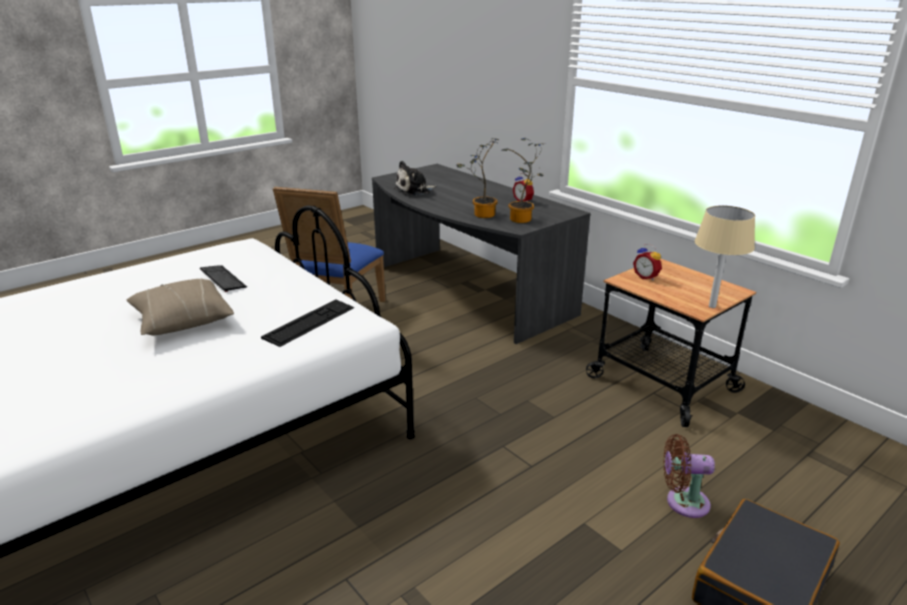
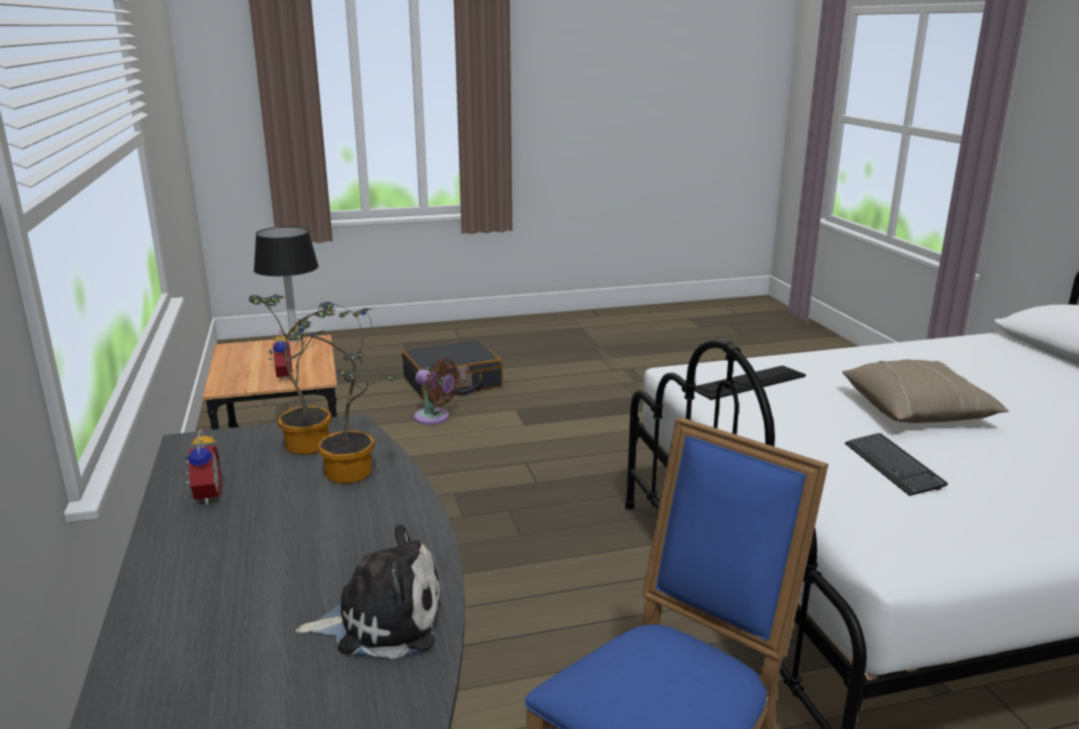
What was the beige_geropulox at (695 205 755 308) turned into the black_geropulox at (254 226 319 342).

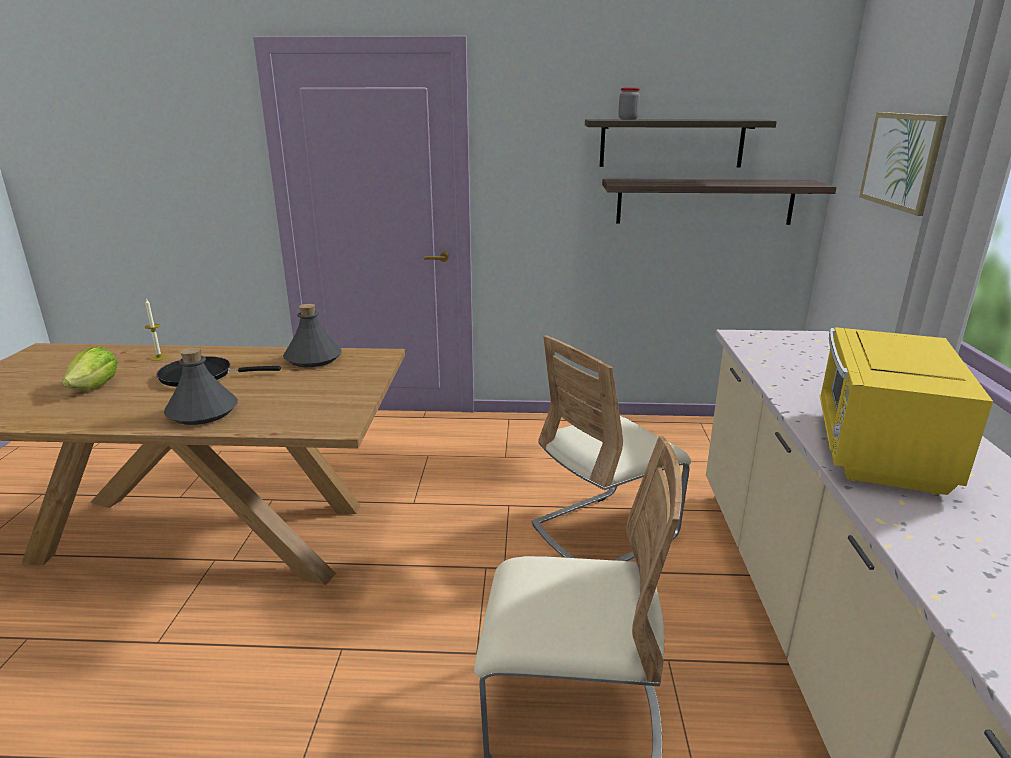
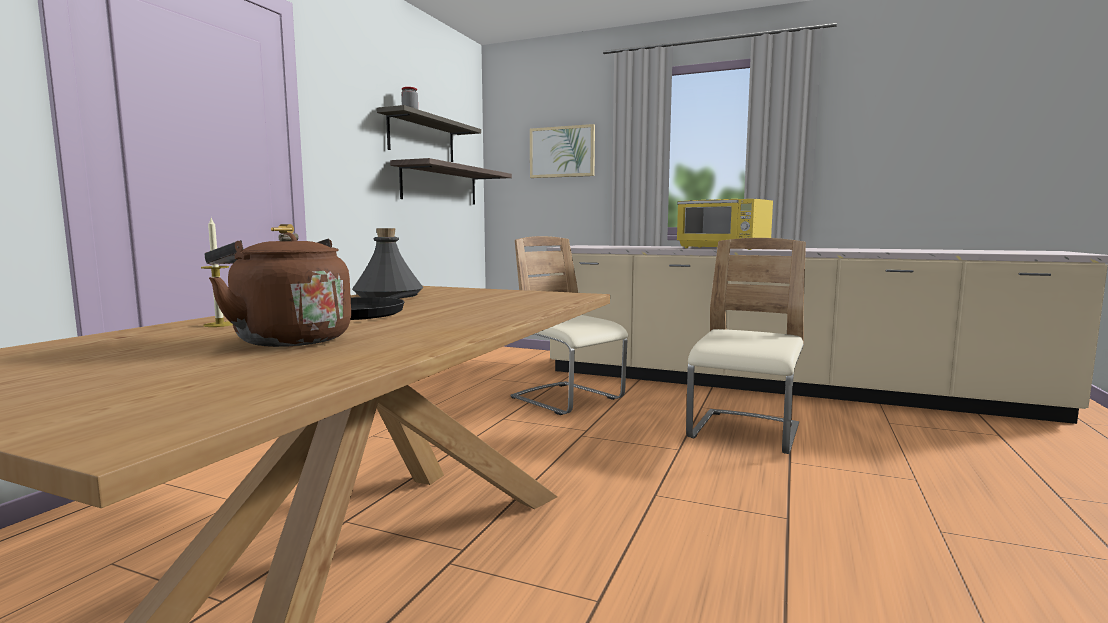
Where the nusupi stood at (62 347 118 390), the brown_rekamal came to stand at (205 232 351 347).
The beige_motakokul at (531 335 691 561) ended up facing another way, 150 degrees clockwise from before.
The second view lost the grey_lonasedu at (164 347 238 425).

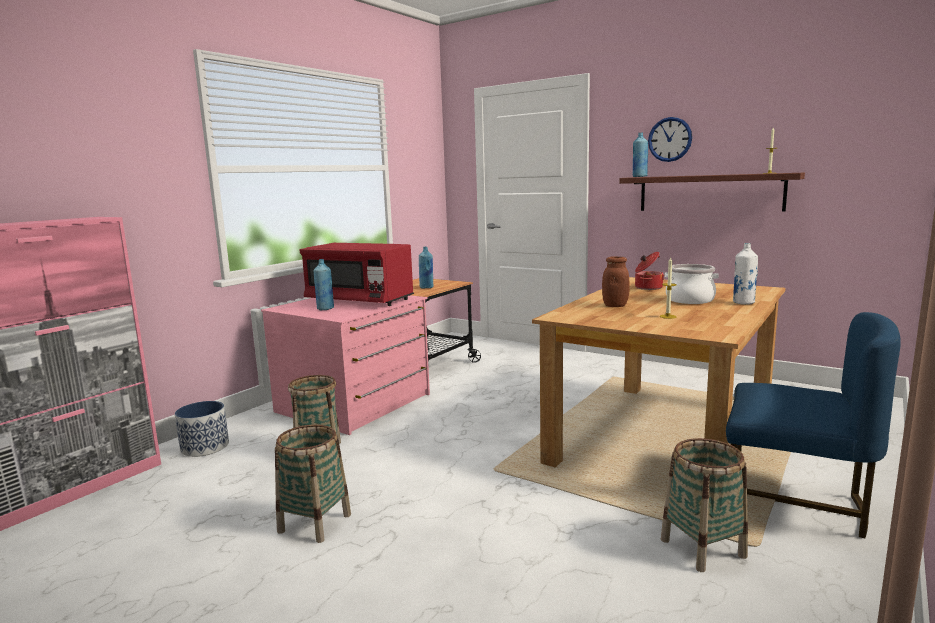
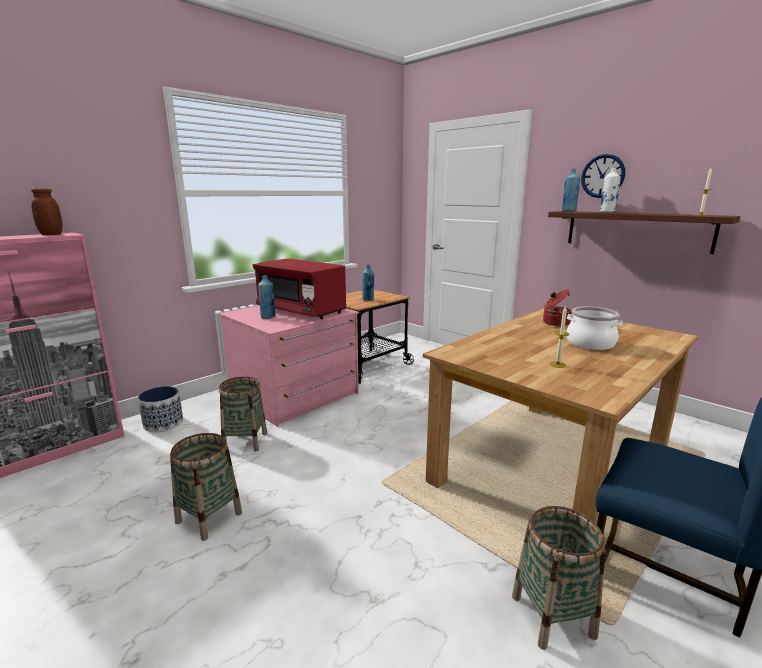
The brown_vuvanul ended up elsewhere, having gone from (602 257 630 307) to (31 188 63 235).
The white_lonasedu ended up elsewhere, having gone from (733 243 758 305) to (600 167 621 212).

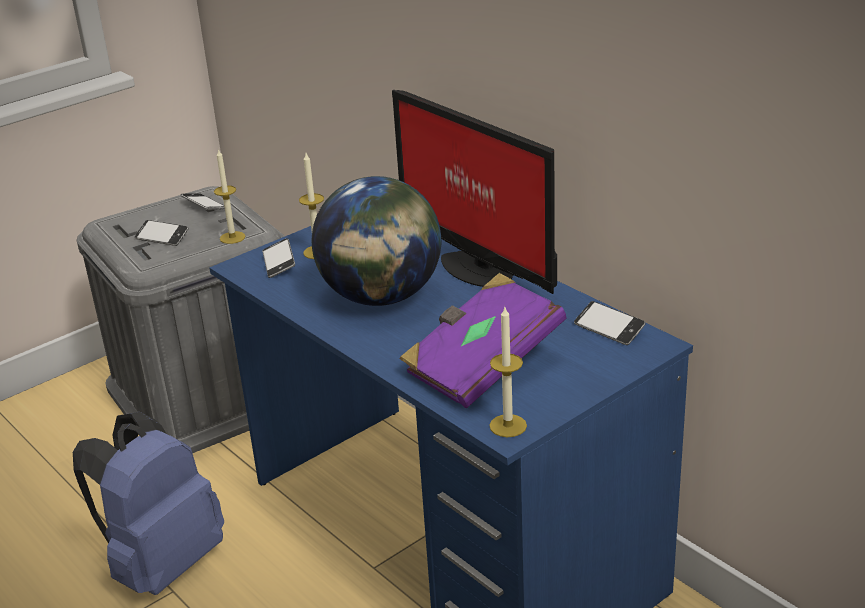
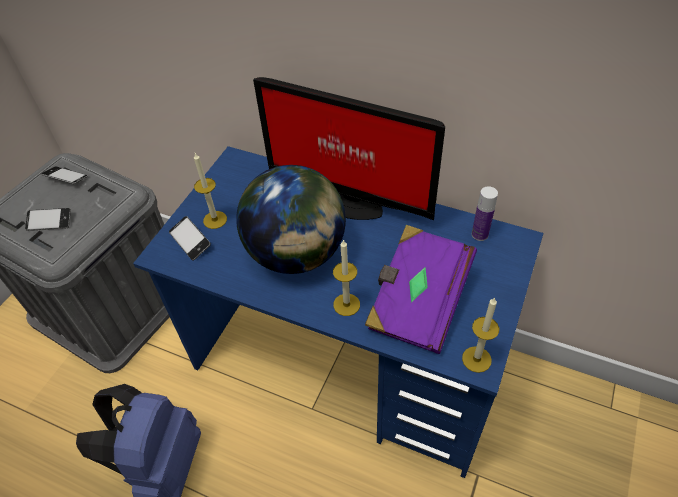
The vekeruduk ended up elsewhere, having gone from (214 148 246 244) to (333 239 360 316).
Where the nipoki stood at (574 301 646 345), the lonasedu came to stand at (472 186 498 241).

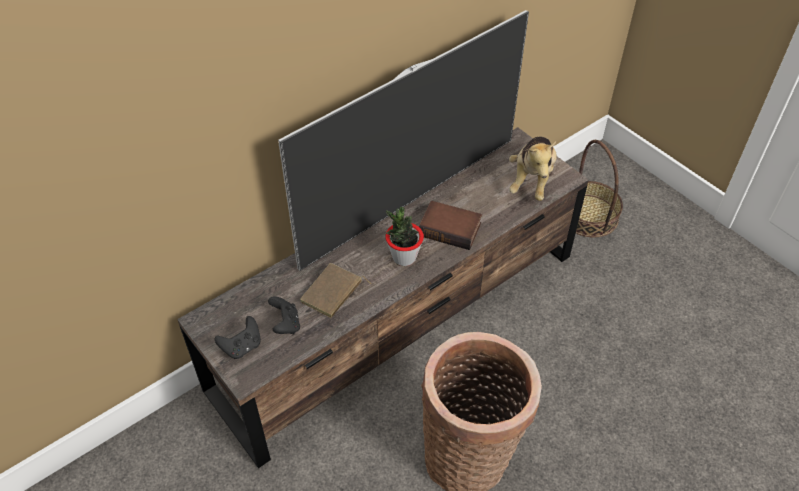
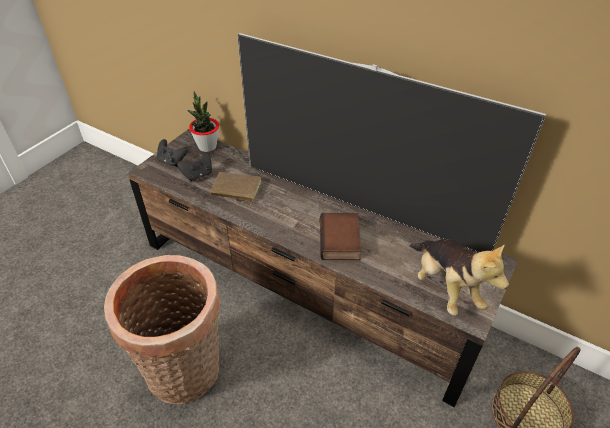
The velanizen ended up elsewhere, having gone from (385 206 424 266) to (187 92 219 152).
The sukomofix at (509 137 557 201) ended up facing another way, 105 degrees counterclockwise from before.

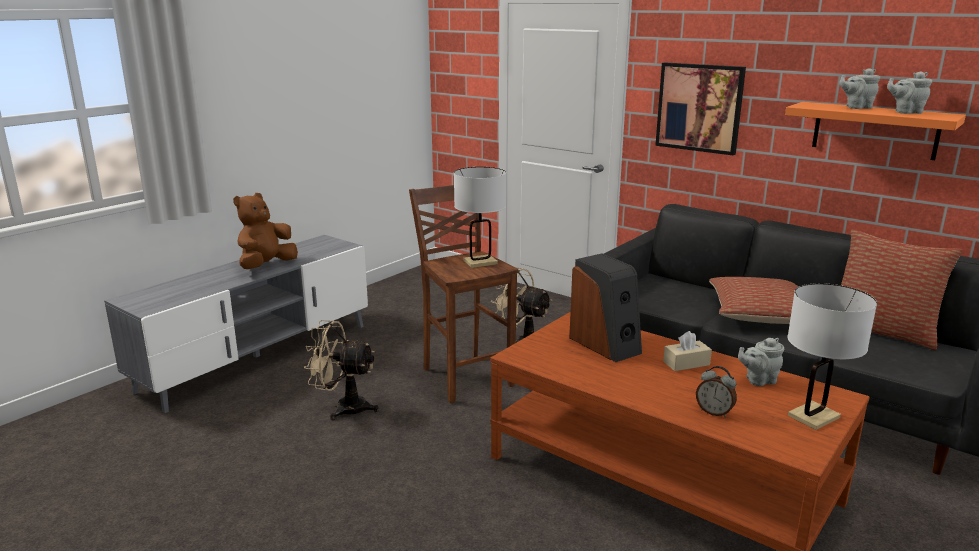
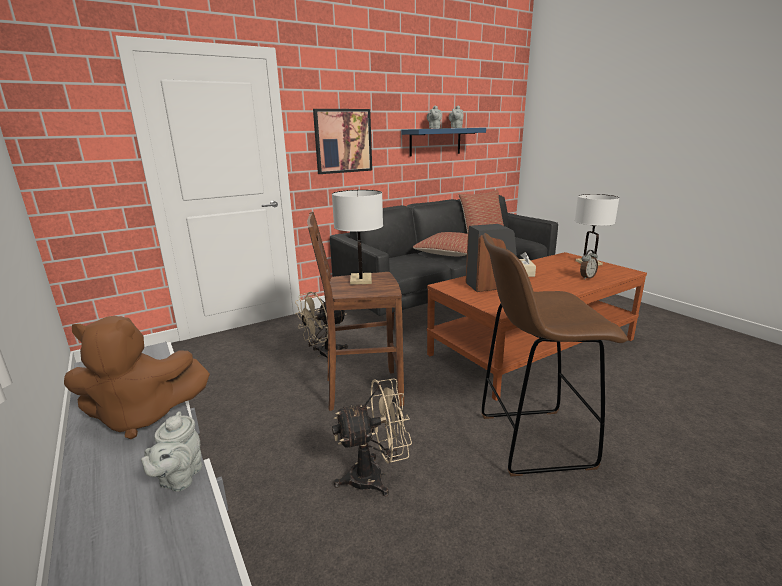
The brown_sukomofix at (233 193 298 269) ended up facing another way, 60 degrees counterclockwise from before.
The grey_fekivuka ended up elsewhere, having gone from (738 338 784 386) to (141 411 202 492).
The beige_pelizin at (304 320 379 420) ended up facing another way, 135 degrees counterclockwise from before.
What was the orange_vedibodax at (785 102 966 160) turned into the blue_vedibodax at (401 128 486 157).
The second view gained the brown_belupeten at (481 233 628 476).

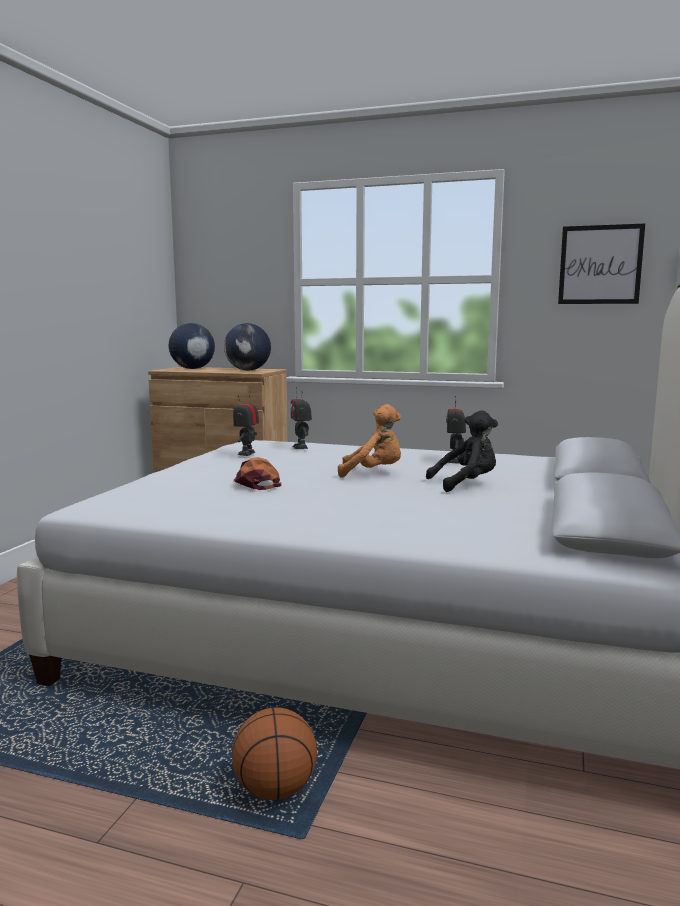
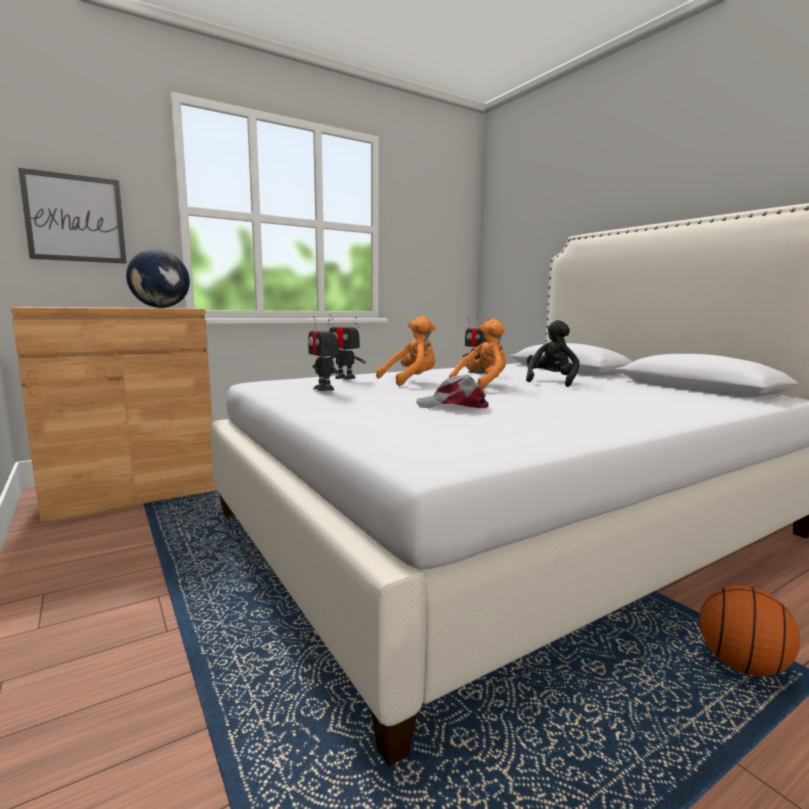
The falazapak ended up elsewhere, having gone from (558 224 645 304) to (18 168 127 264).
The second view gained the orange_sukomofix at (376 316 436 386).
What was the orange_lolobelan at (233 457 282 490) turned into the grey_lolobelan at (416 374 489 408).
The second view lost the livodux at (169 323 215 369).

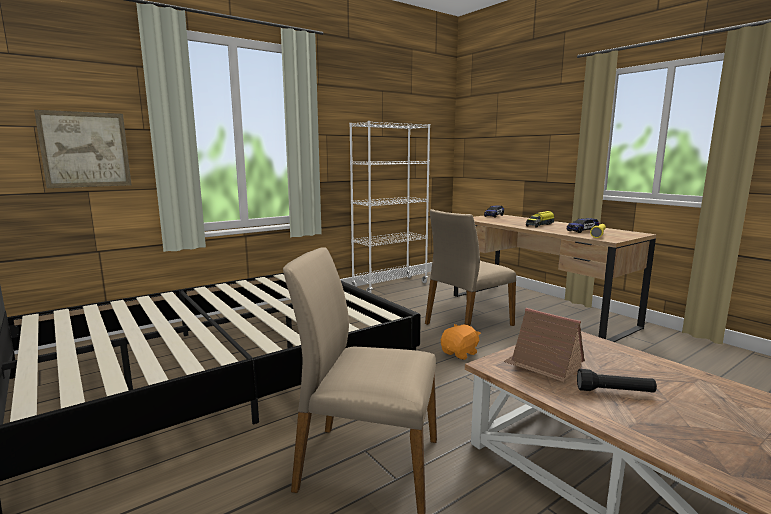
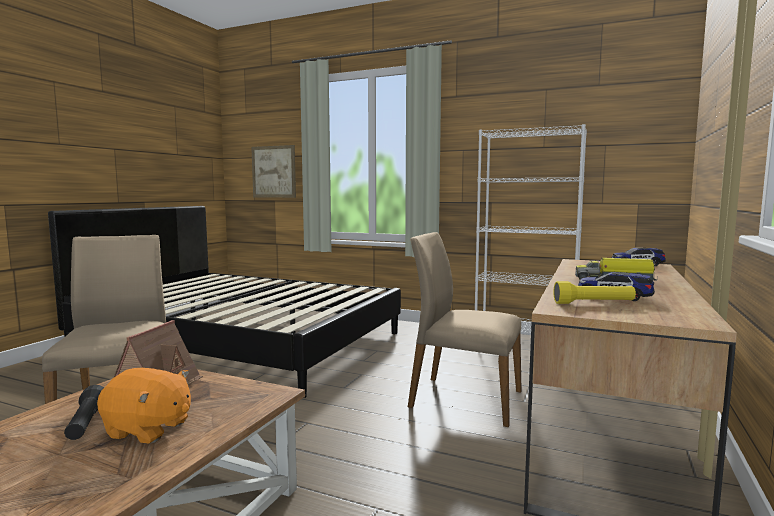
The orange_sukomofix ended up elsewhere, having gone from (441 324 481 360) to (97 368 191 444).

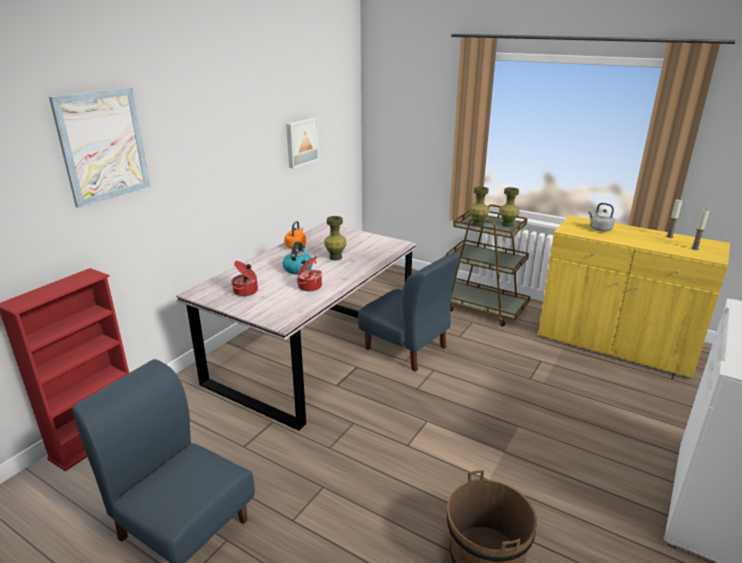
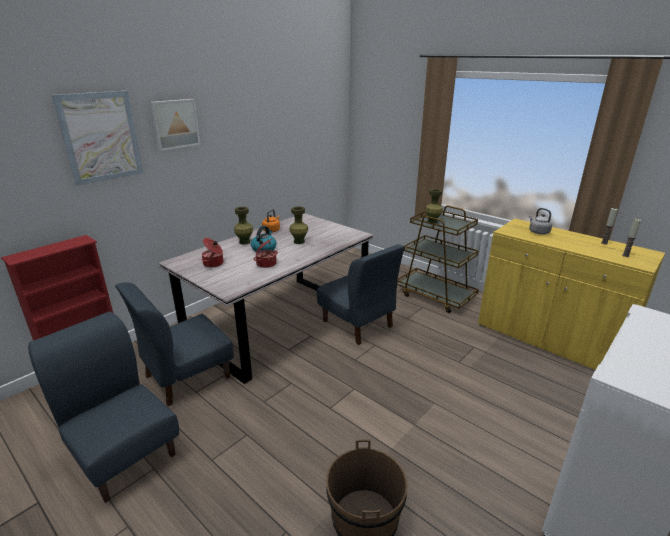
The second view gained the blue_motakokul at (115 283 234 406).
The falazapak ended up elsewhere, having gone from (286 118 319 168) to (150 99 200 151).
The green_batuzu ended up elsewhere, having gone from (499 187 519 227) to (234 207 253 244).

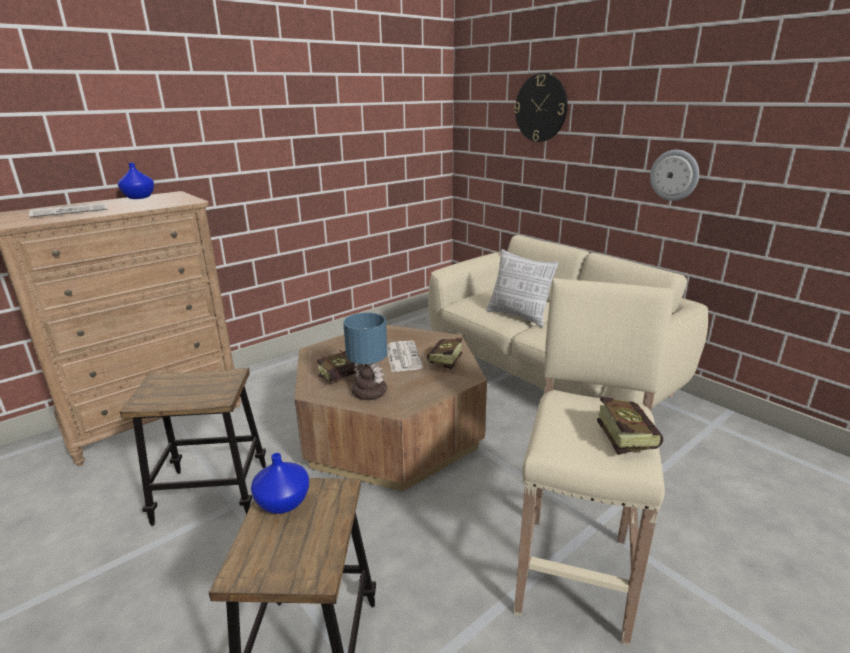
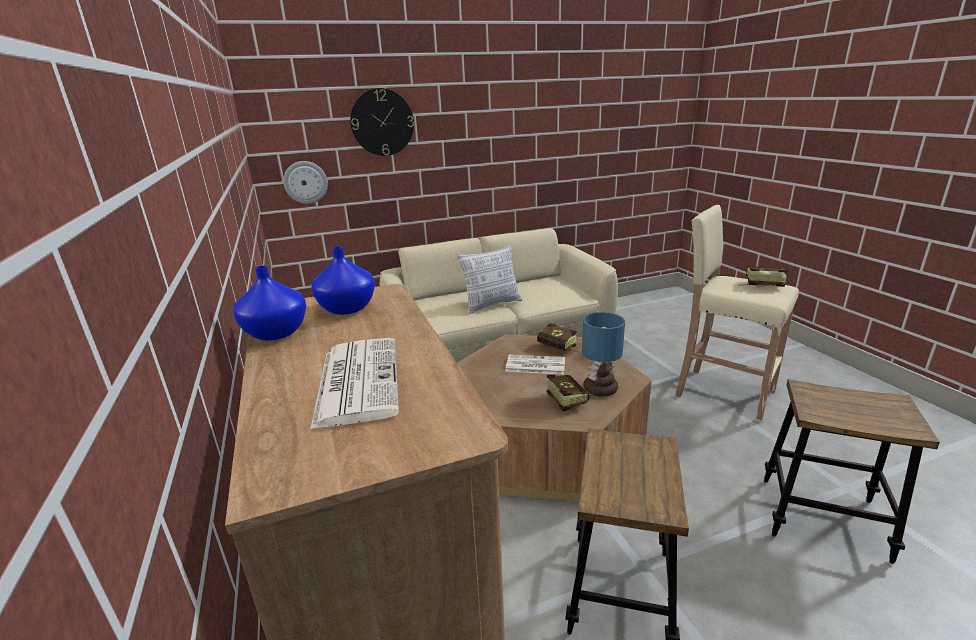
The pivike ended up elsewhere, having gone from (650 150 699 201) to (283 161 328 204).
The blue_batuzu ended up elsewhere, having gone from (251 453 309 514) to (311 247 375 315).

